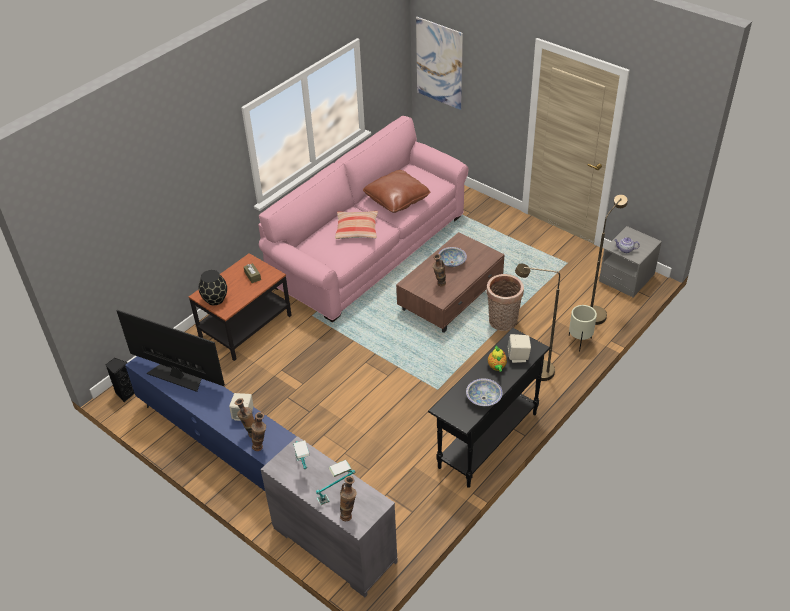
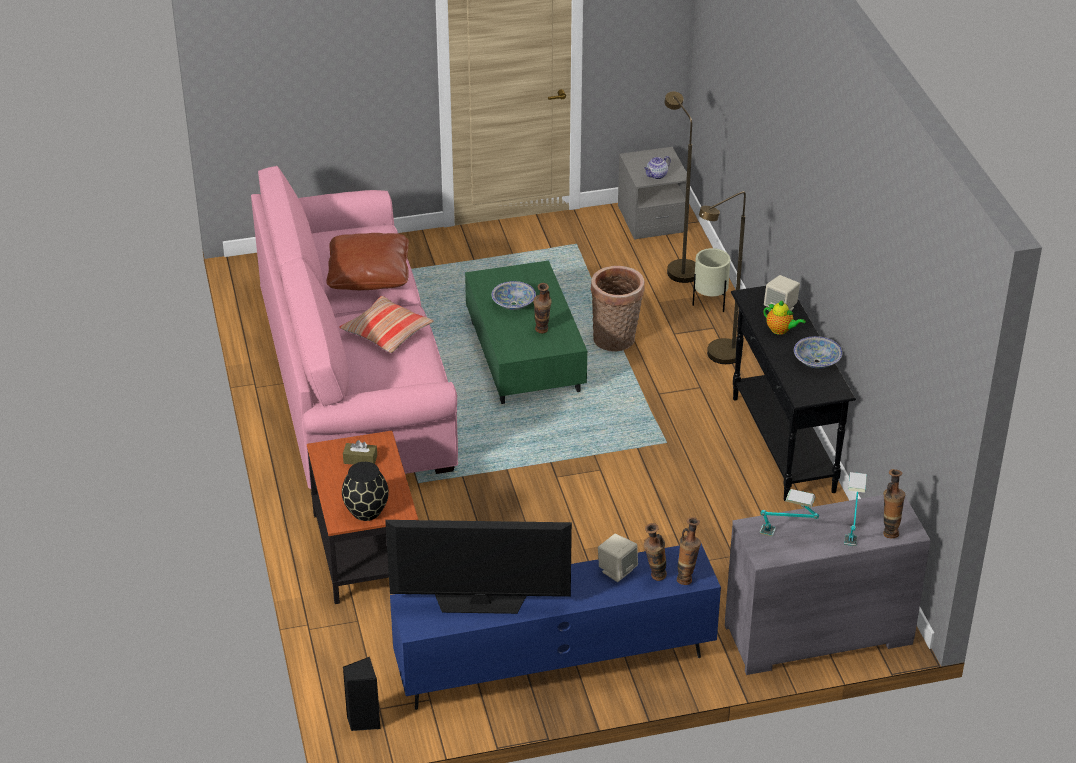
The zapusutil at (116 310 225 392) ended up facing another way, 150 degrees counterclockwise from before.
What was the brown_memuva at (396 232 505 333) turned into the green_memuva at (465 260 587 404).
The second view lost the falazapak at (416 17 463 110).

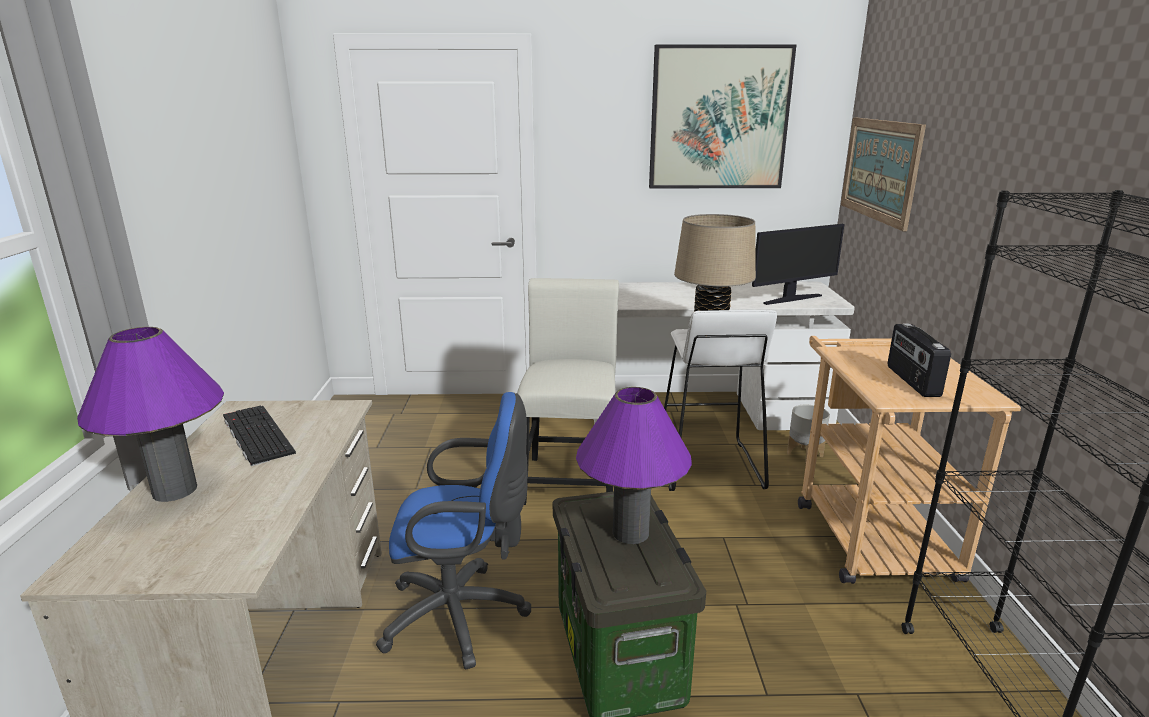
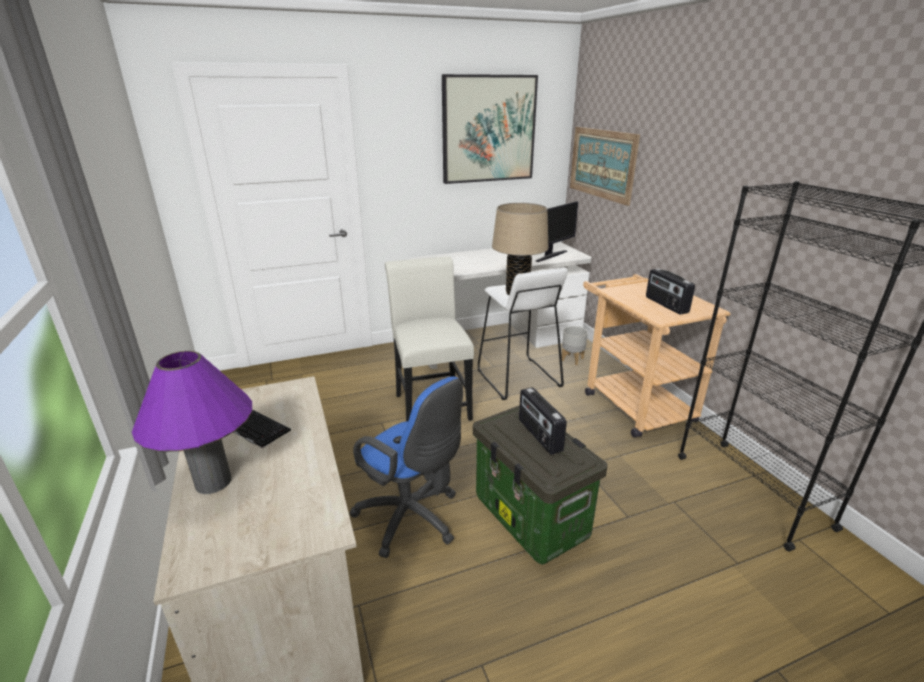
The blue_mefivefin at (376 392 531 669) ended up facing another way, 60 degrees clockwise from before.
Where the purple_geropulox stood at (576 387 692 544), the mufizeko came to stand at (519 387 567 455).

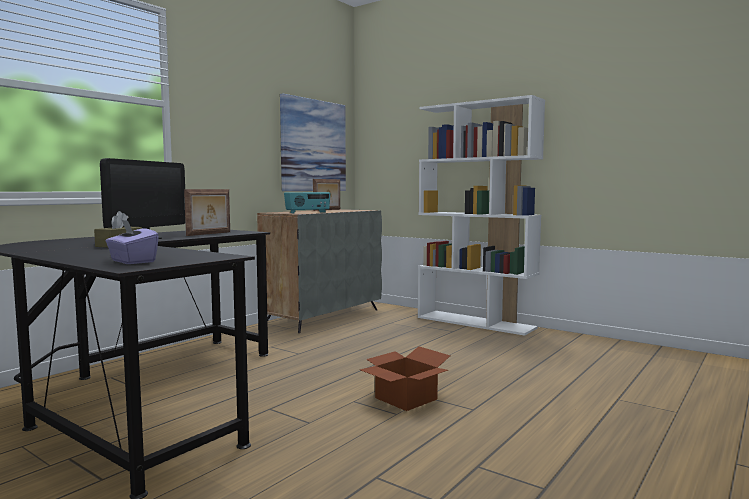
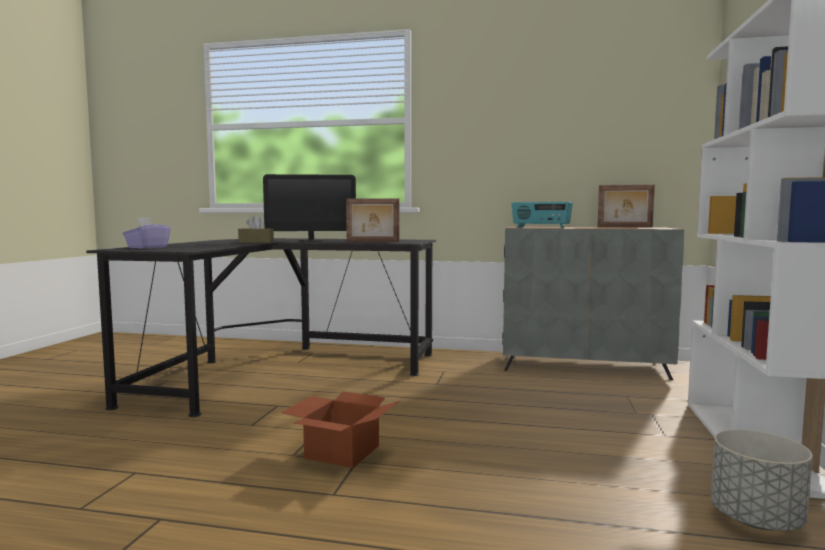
The second view gained the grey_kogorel at (711 429 813 531).
The second view lost the falazapak at (280 93 346 191).

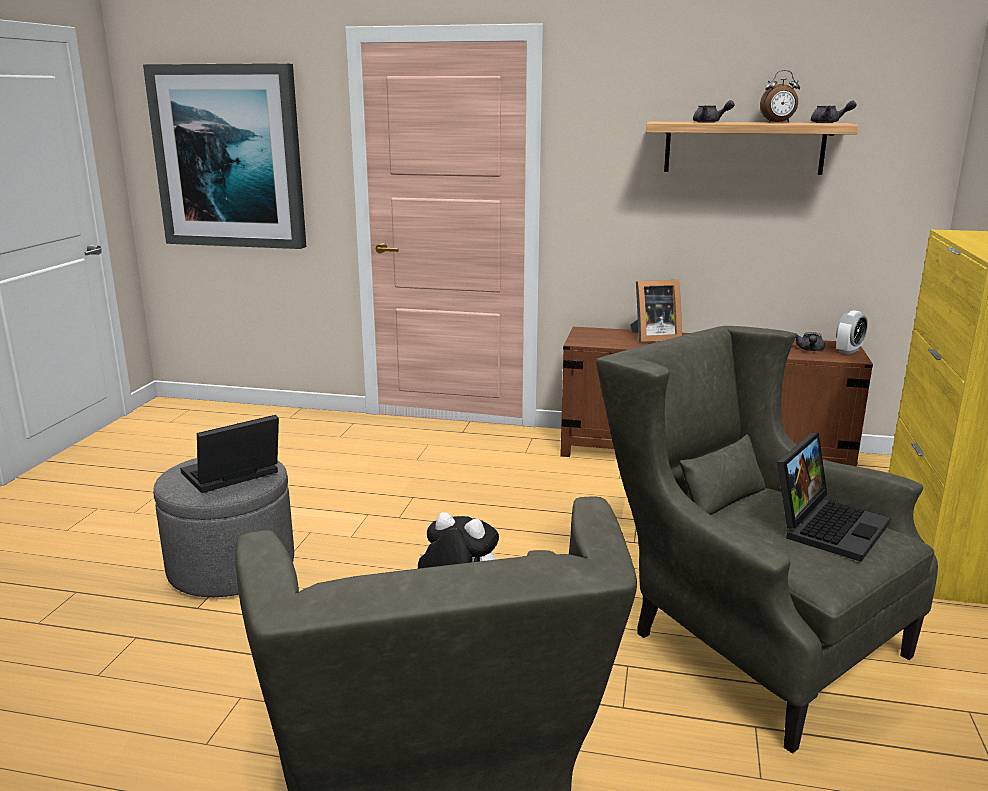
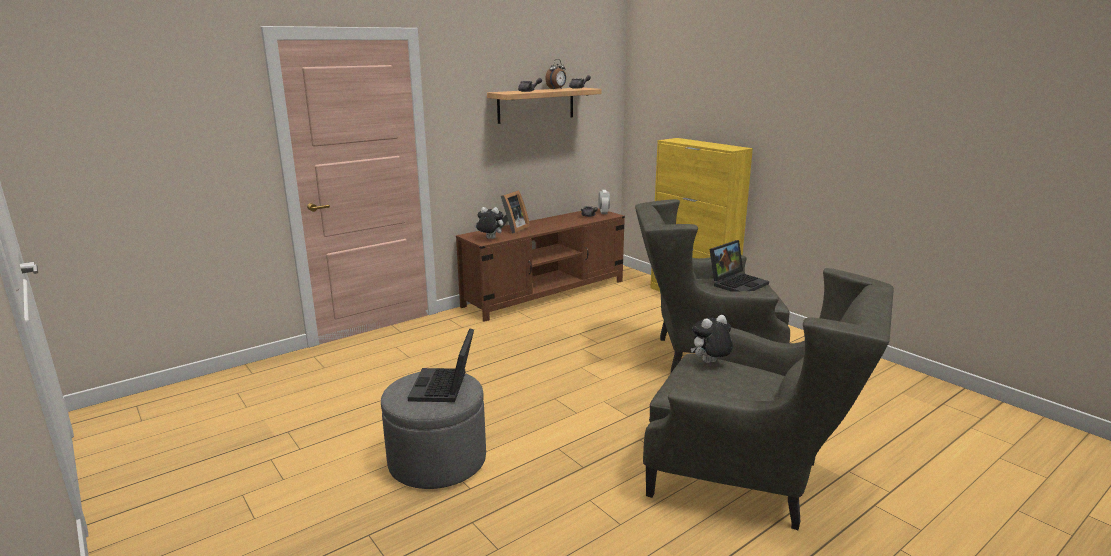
The second view gained the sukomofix at (474 207 503 239).
The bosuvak at (777 433 890 562) ended up facing another way, 60 degrees clockwise from before.
The second view lost the falazapak at (143 63 306 249).

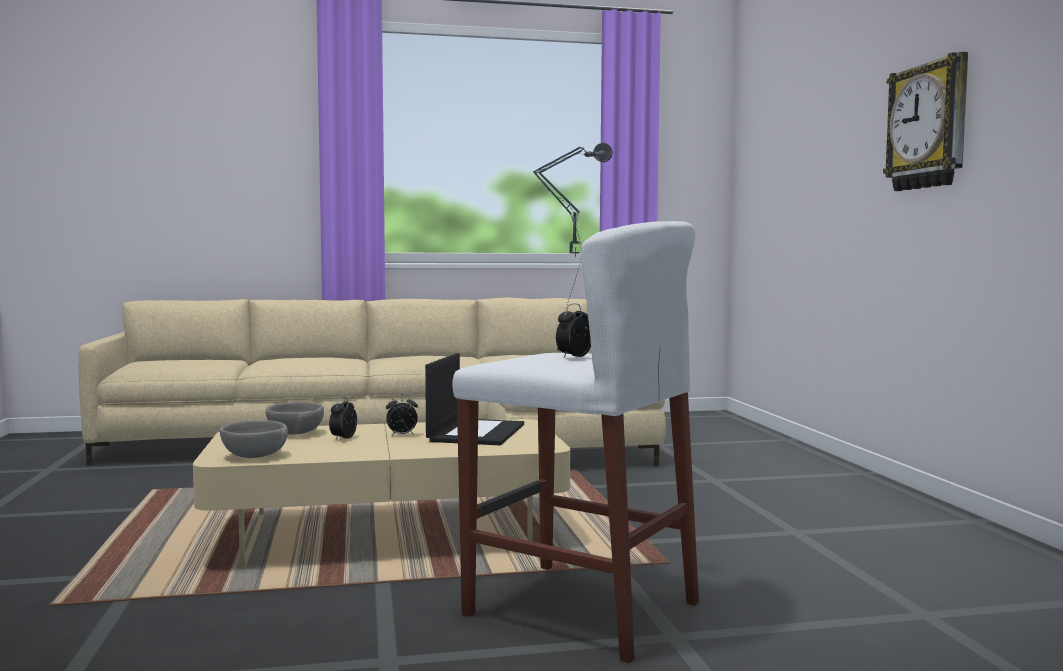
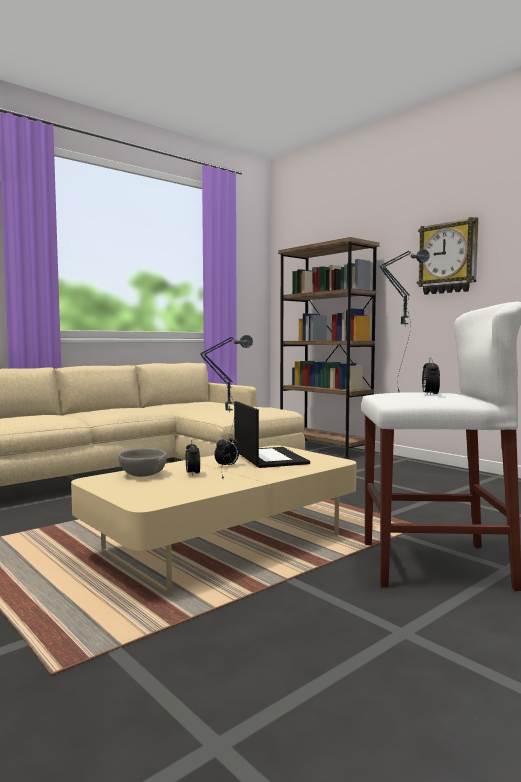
The second view gained the geropulox at (200 335 253 480).
The second view gained the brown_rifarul at (278 237 380 459).
The second view lost the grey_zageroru at (220 420 288 458).

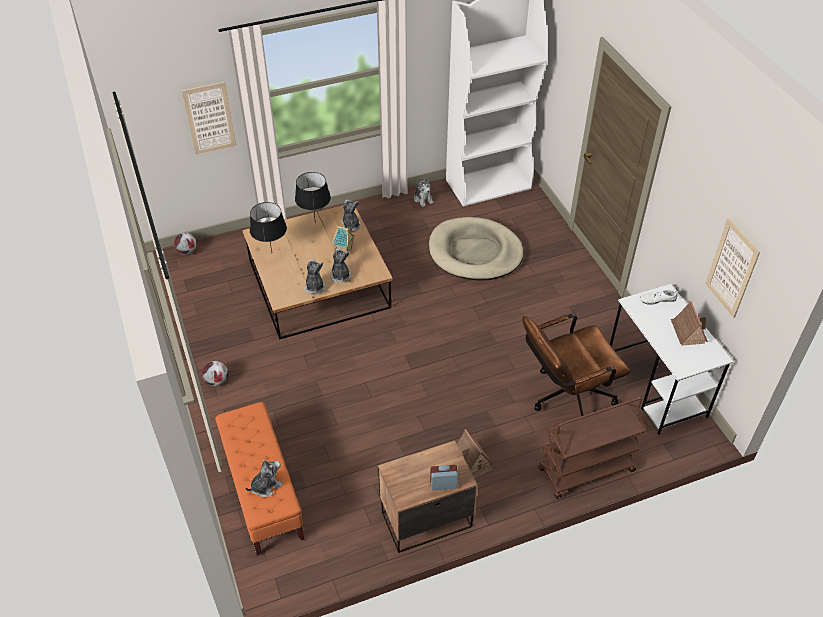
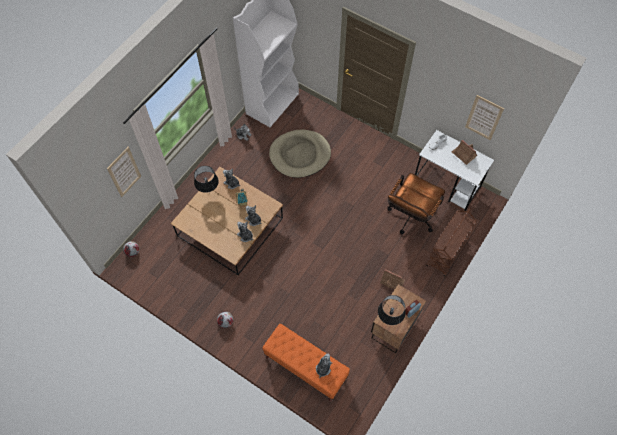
The black_geropulox ended up elsewhere, having gone from (250 202 287 252) to (378 295 406 325).

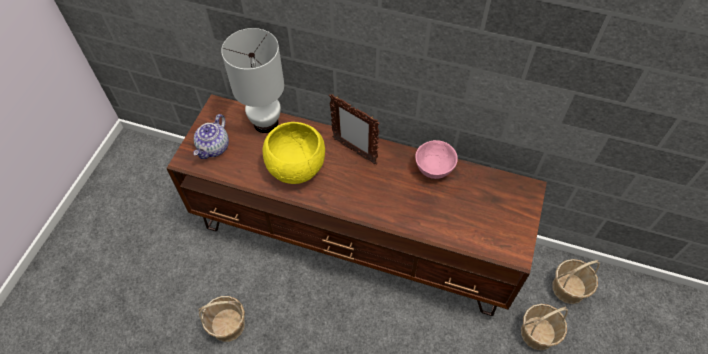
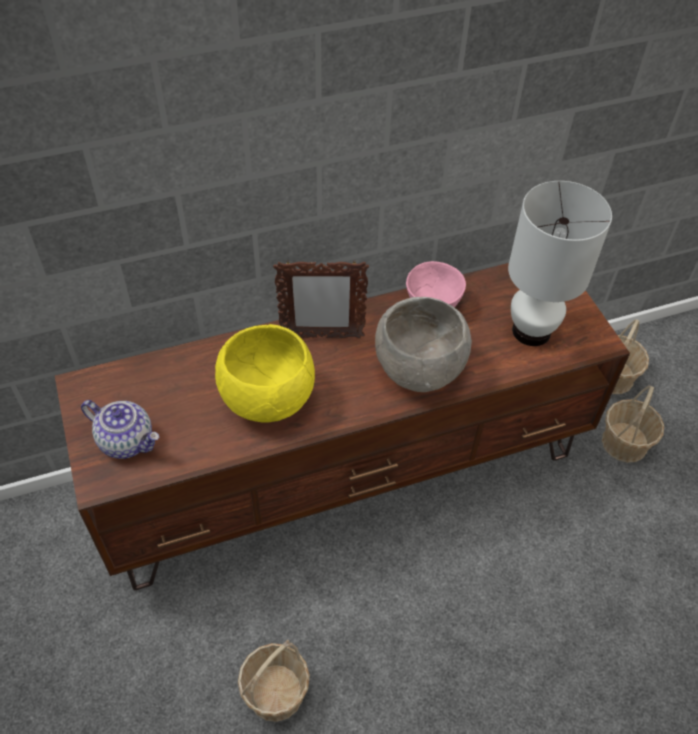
The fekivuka at (193 114 229 159) ended up facing another way, 45 degrees counterclockwise from before.
The second view gained the grey_zageroru at (375 297 472 392).
The white_geropulox ended up elsewhere, having gone from (221 28 284 133) to (508 181 612 346).

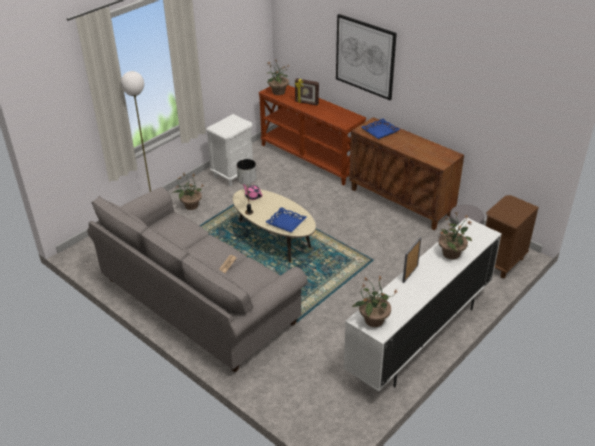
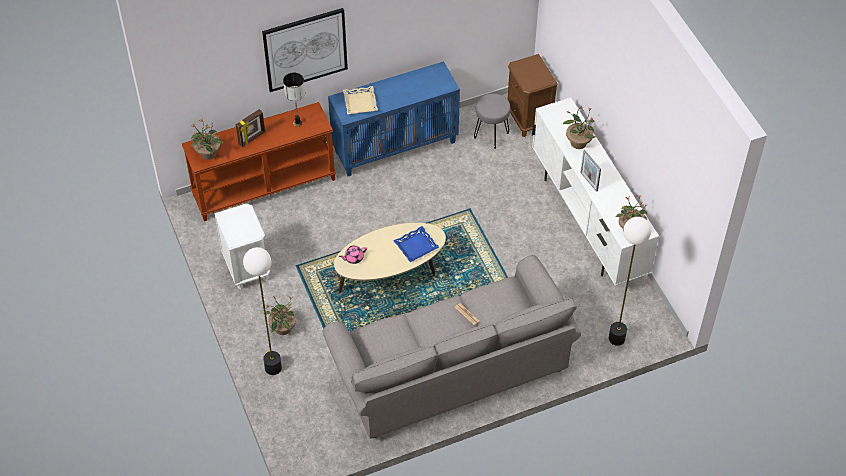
The geropulox ended up elsewhere, having gone from (237 159 257 215) to (283 73 305 127).
What was the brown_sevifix at (349 117 464 230) turned into the blue_sevifix at (328 61 460 176).
What was the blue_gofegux at (362 119 400 139) turned into the beige_gofegux at (343 86 378 114).
The second view gained the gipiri at (609 217 651 346).

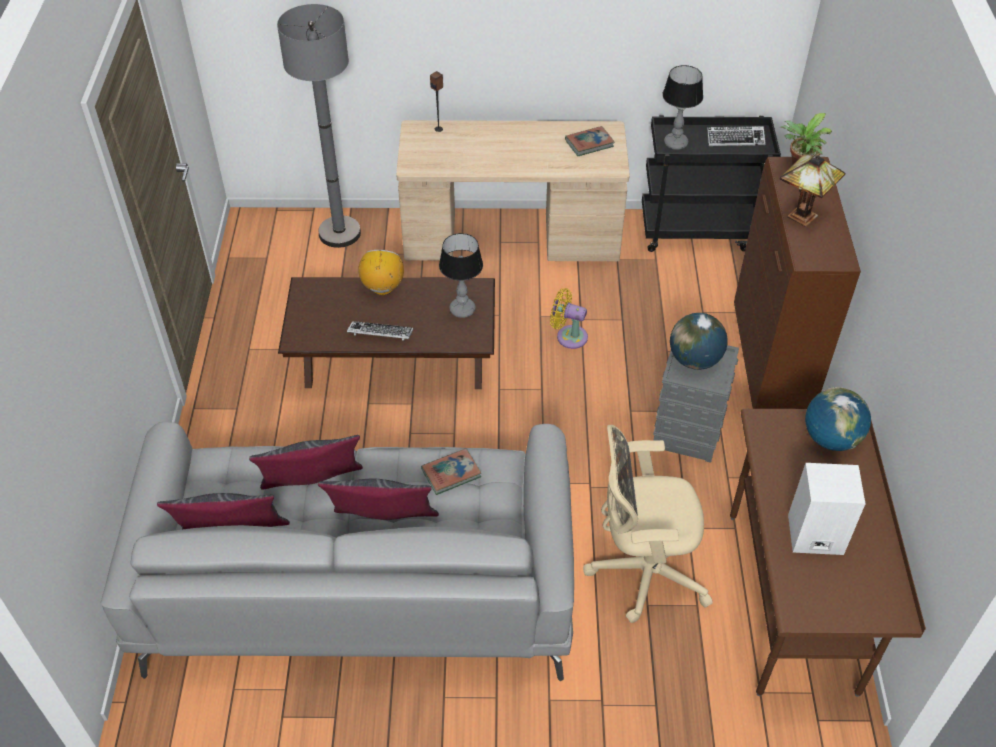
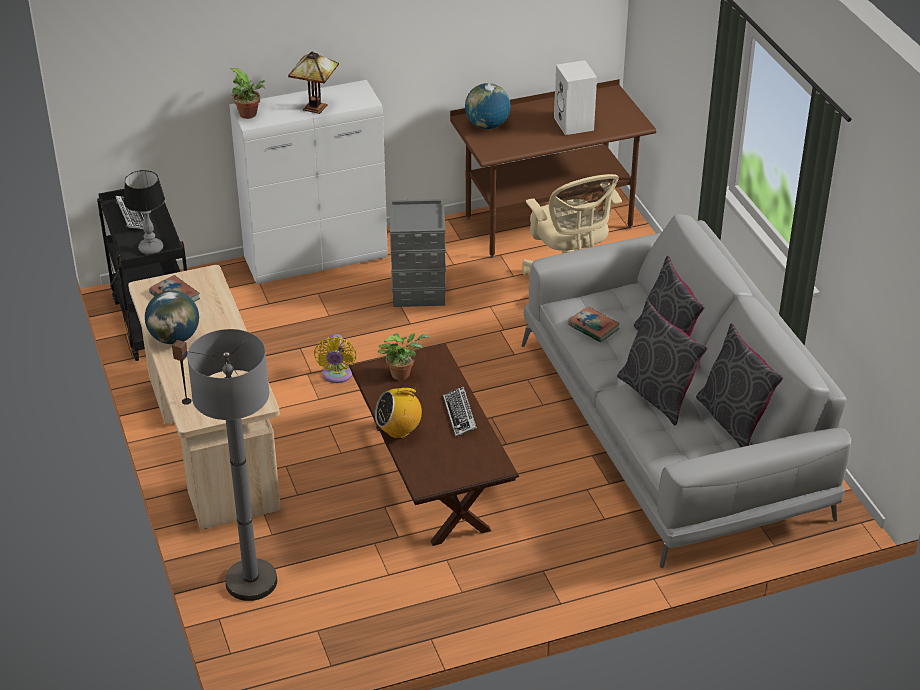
The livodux ended up elsewhere, having gone from (670 313 728 370) to (145 290 199 344).
What was the brown_sevifix at (734 157 861 409) turned into the white_sevifix at (229 80 388 284).
Where the geropulox stood at (439 233 483 318), the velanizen came to stand at (378 333 430 380).

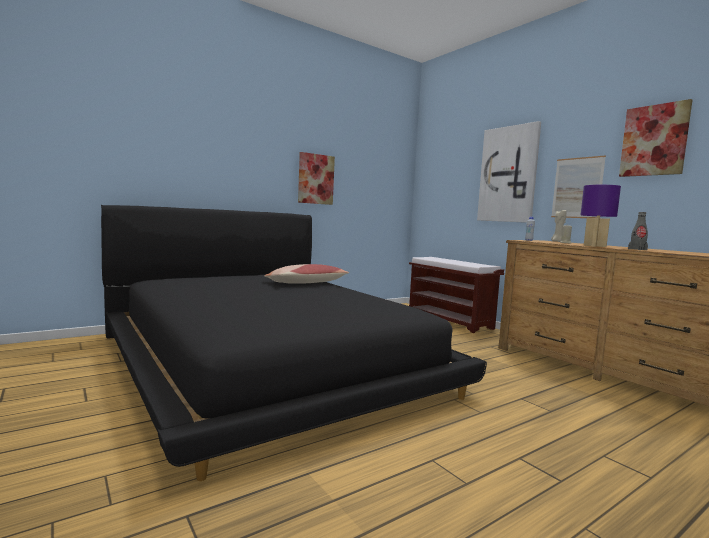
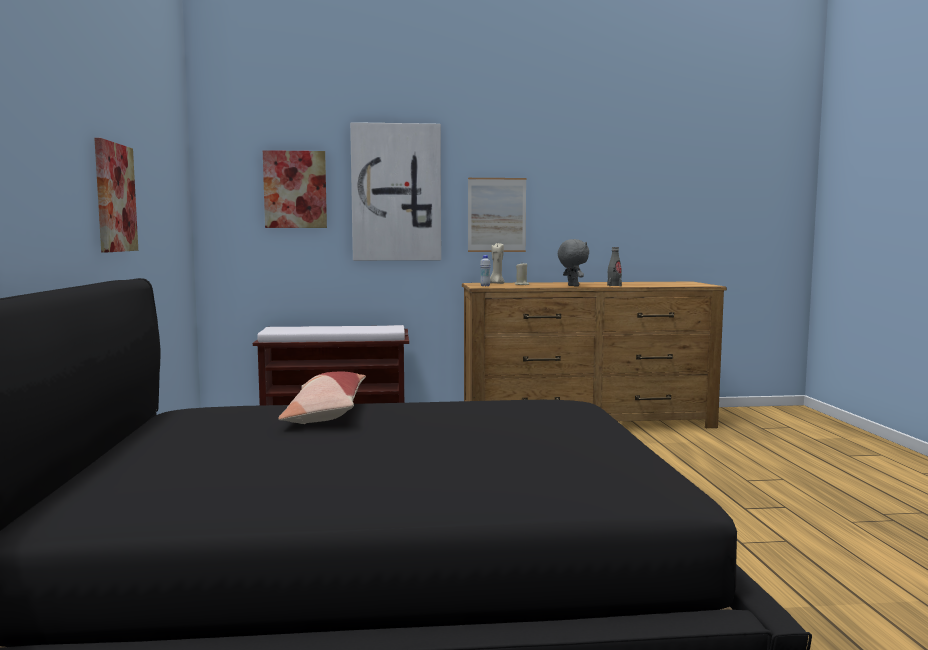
The falazapak ended up elsewhere, having gone from (619 99 693 177) to (263 150 327 228).
Where the purple_geropulox stood at (581 185 621 247), the grey_sukomofix came to stand at (558 239 589 287).

